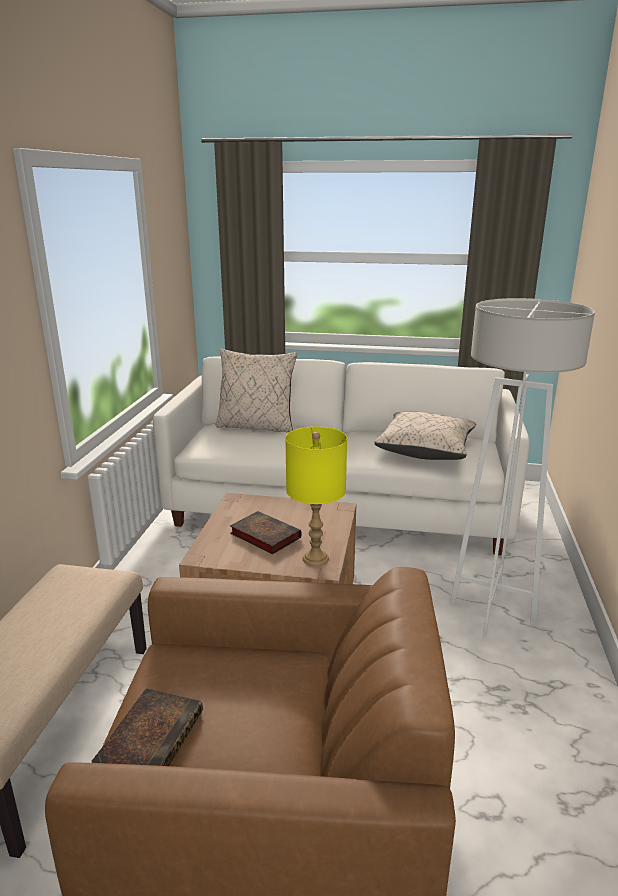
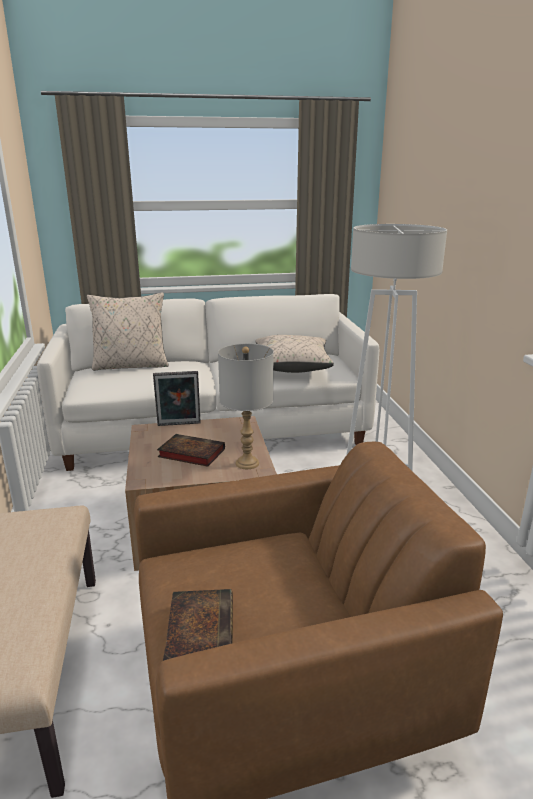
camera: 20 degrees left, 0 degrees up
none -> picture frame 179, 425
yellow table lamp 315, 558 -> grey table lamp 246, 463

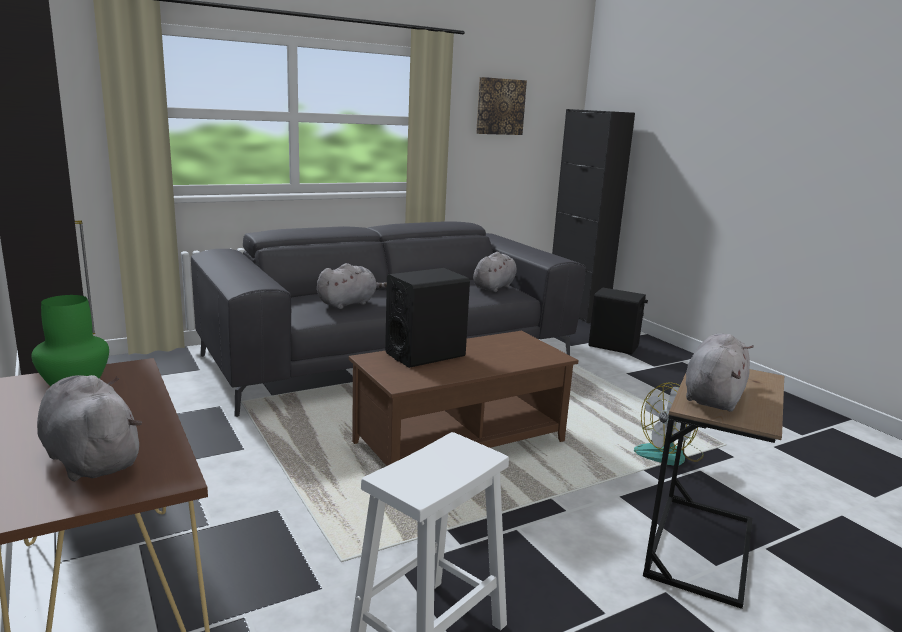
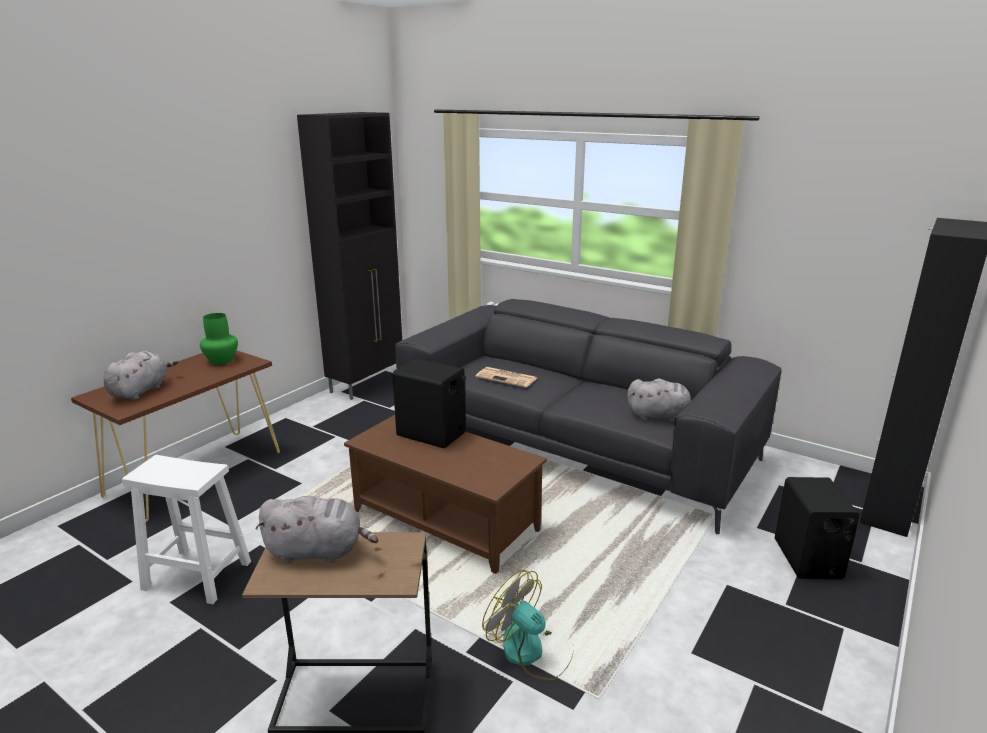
camera: 65 degrees right, 5 degrees up
picture 500, 106 -> none
grey plush toy 349, 303 -> newspaper 507, 378

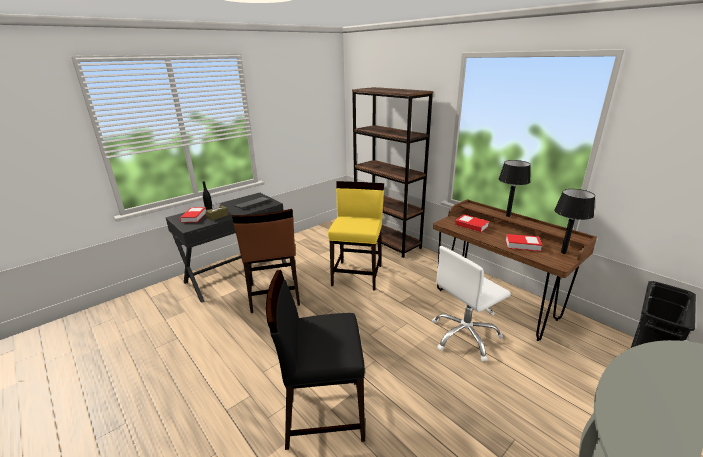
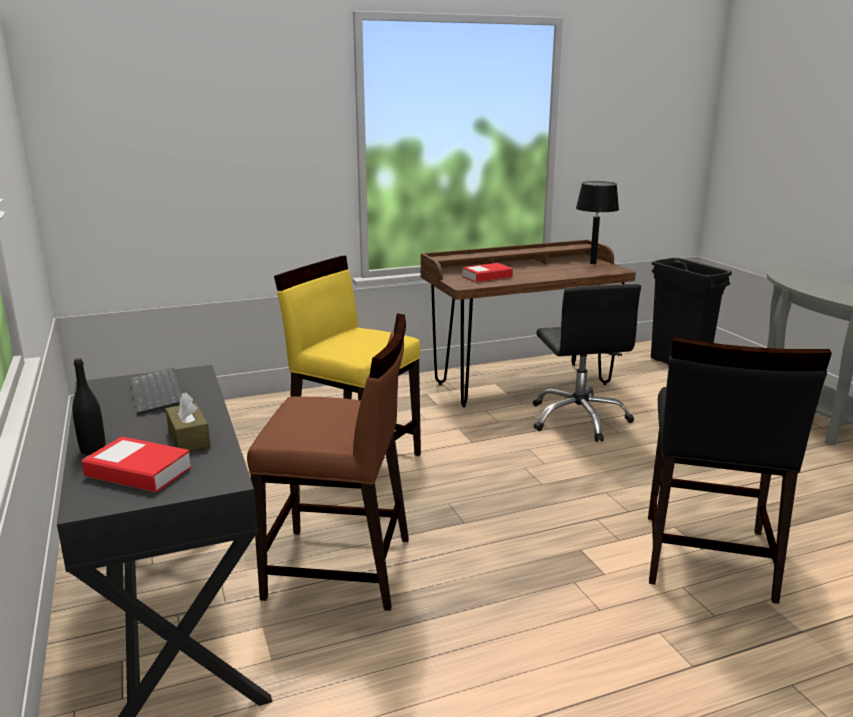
camera: 70 degrees left, 5 degrees down
brown bookcase 387, 241 -> none
black table lamp 507, 216 -> none
book 522, 245 -> none
white office chair 465, 336 -> black office chair 579, 419

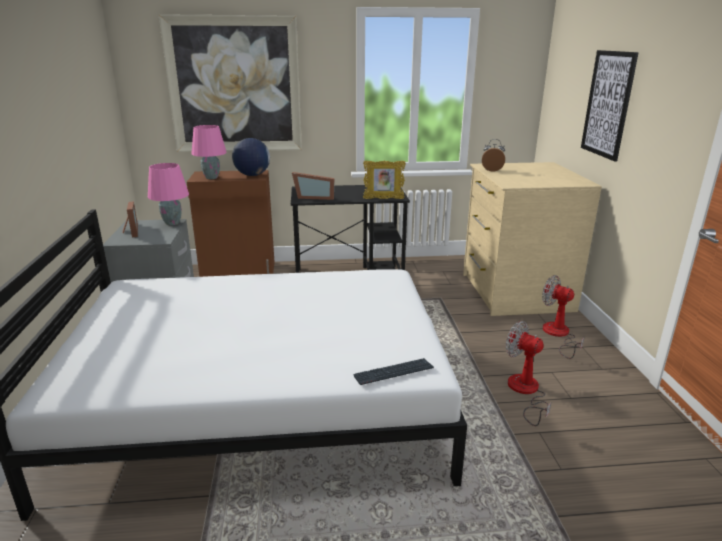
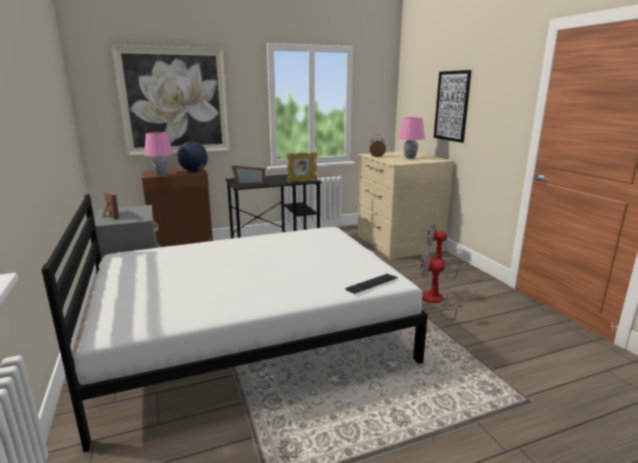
camera: 15 degrees left, 5 degrees down
pink table lamp 173, 223 -> pink table lamp 410, 157, shifted

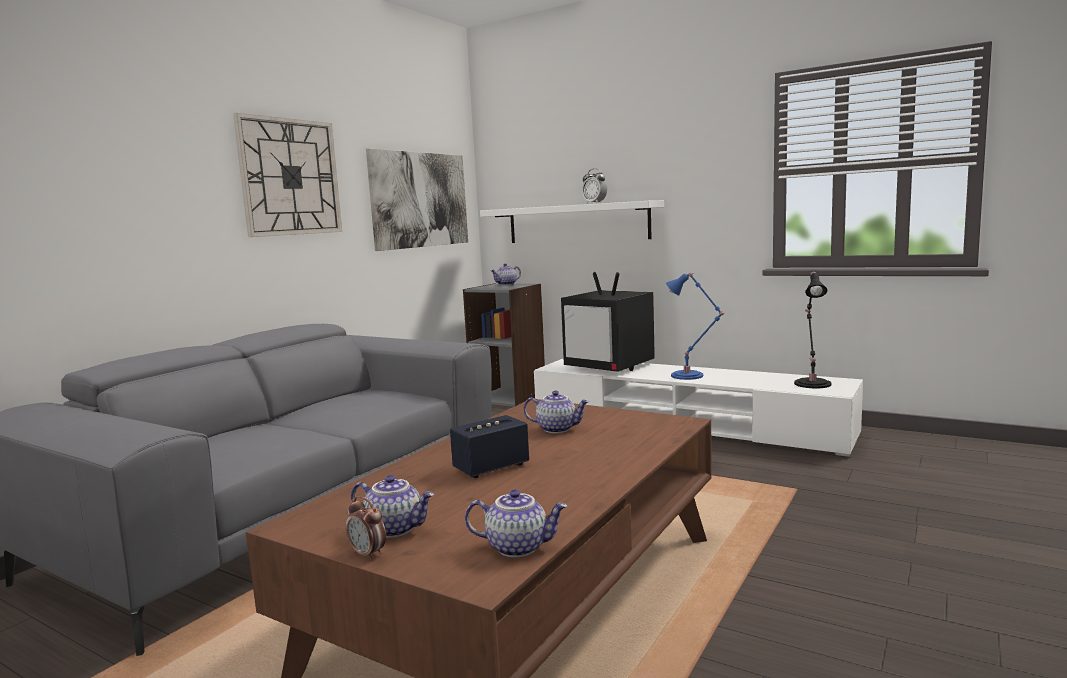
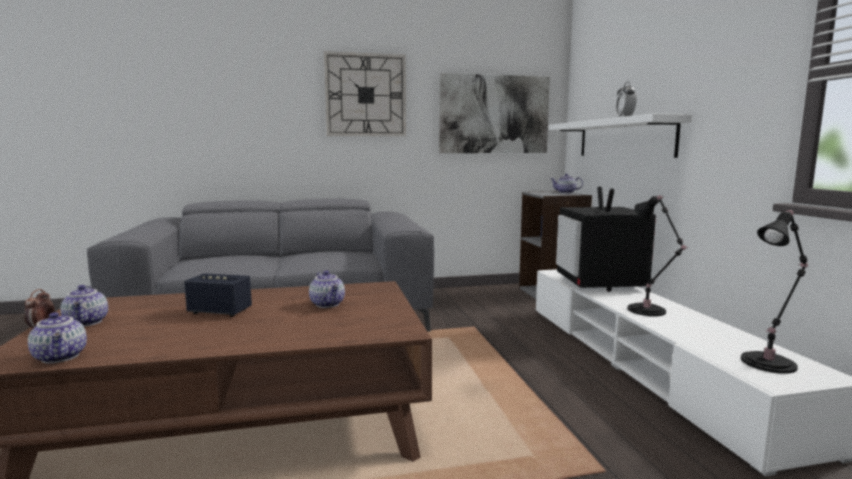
camera: 45 degrees right, 0 degrees up
blue table lamp 689, 376 -> black table lamp 648, 311

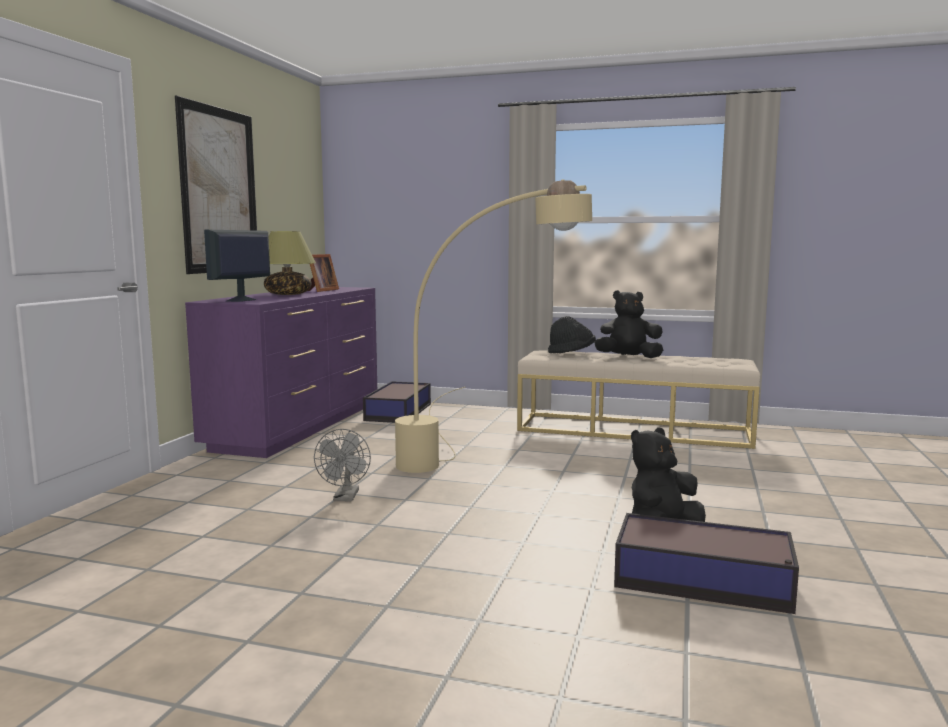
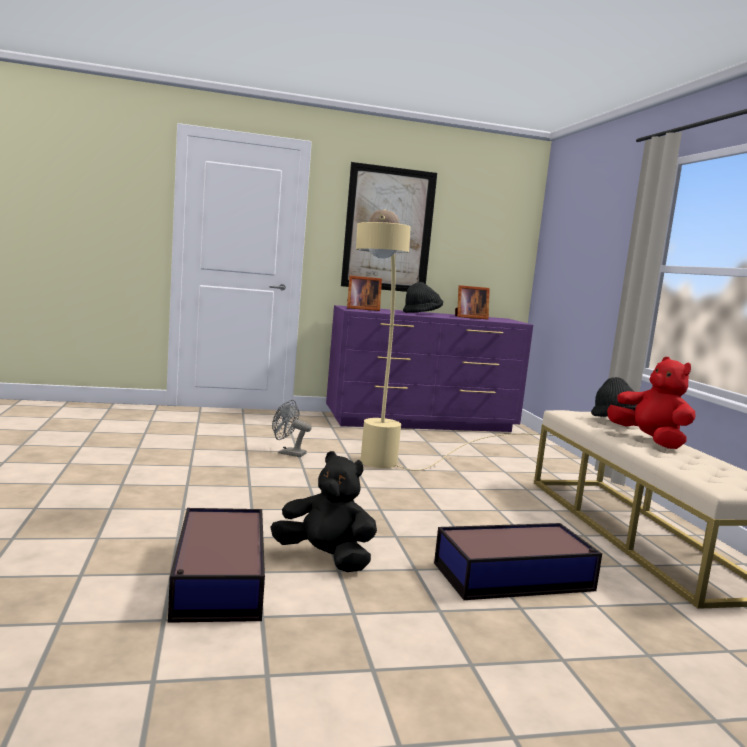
camera: 60 degrees right, 0 degrees up
storage box 399, 412 -> storage box 515, 577, shifted
monitor 240, 300 -> picture frame 361, 309
table lamp 287, 294 -> black hat 422, 313
black plush toy 628, 358 -> red plush toy 650, 441
grey fan 345, 498 -> grey fan 288, 453, 45 degrees clockwise

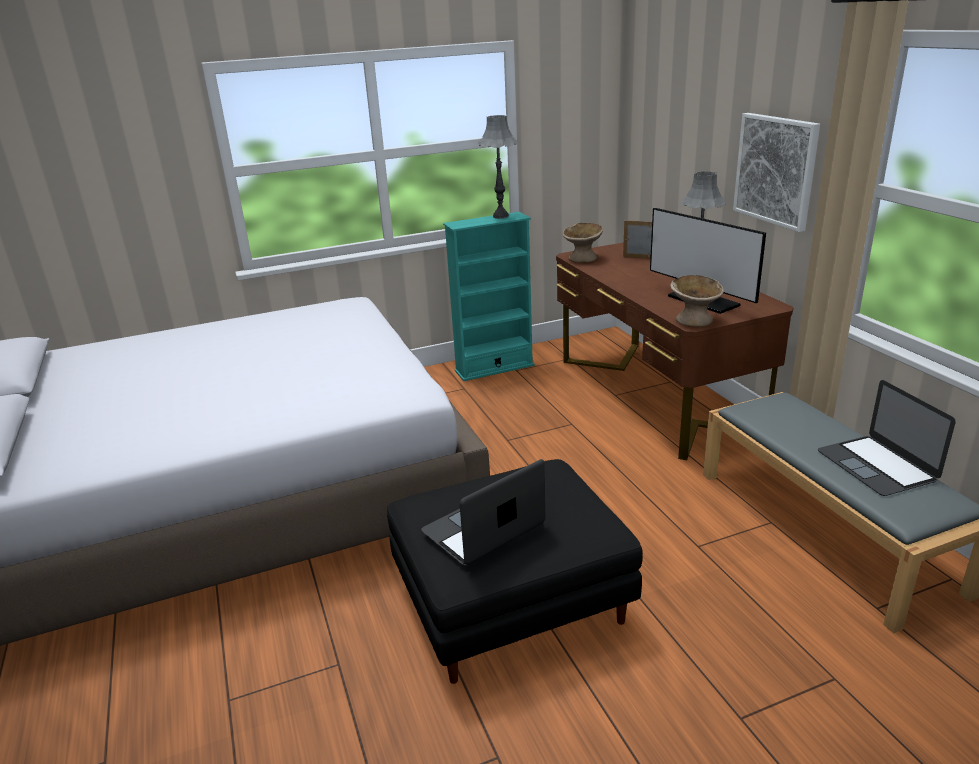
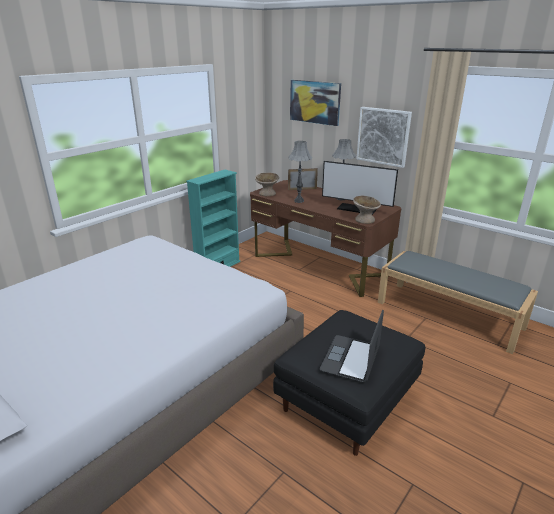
camera: 30 degrees left, 0 degrees up
laptop 876, 465 -> none
none -> picture 315, 102
grey table lamp 500, 216 -> grey table lamp 299, 201, shifted

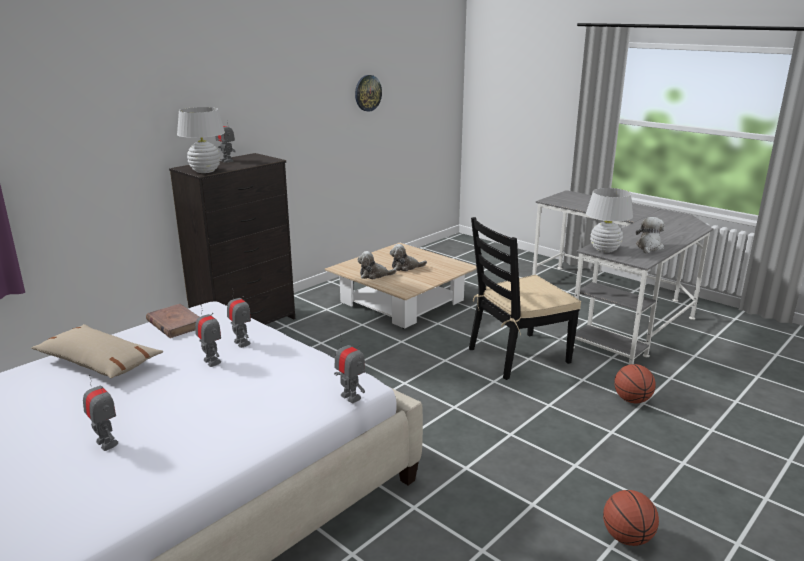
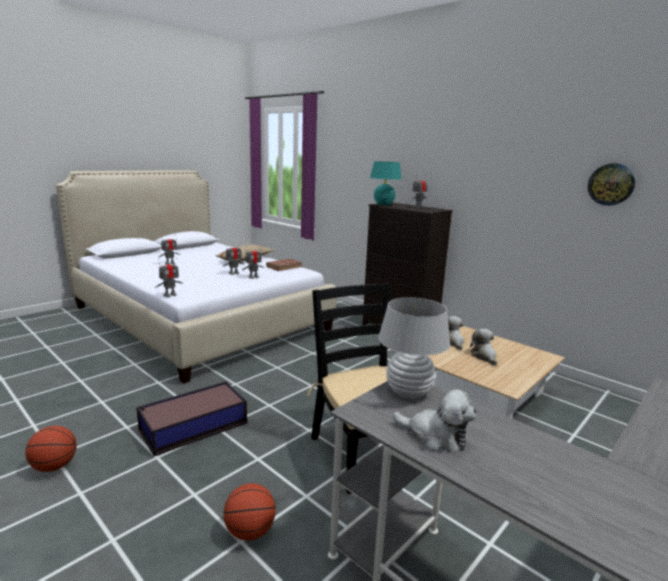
camera: 90 degrees right, 5 degrees down
none -> storage box 192, 426
white table lamp 205, 171 -> turquoise table lamp 383, 204

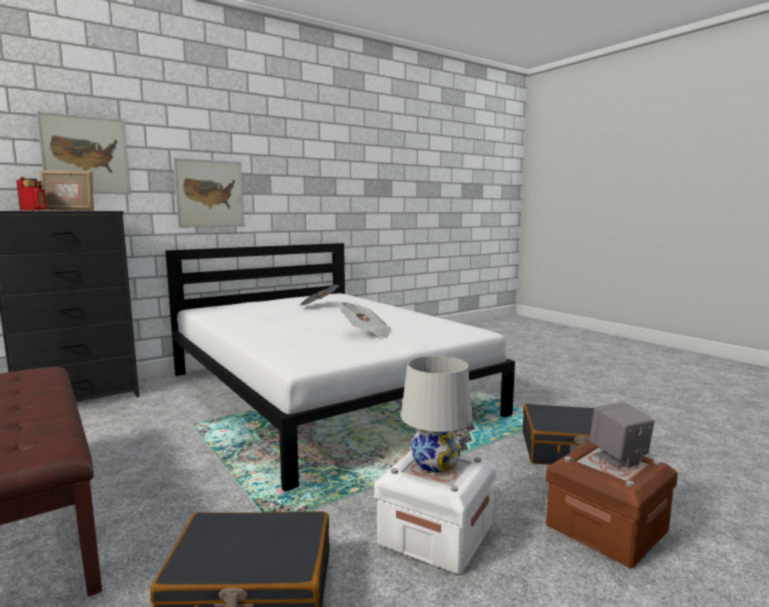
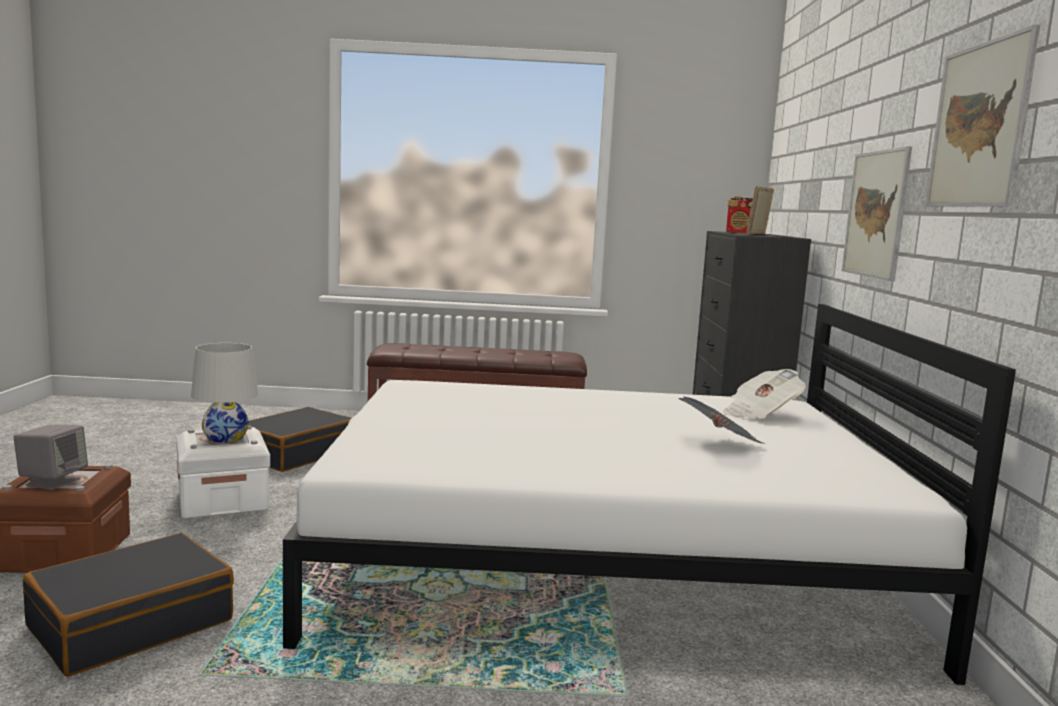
camera: 125 degrees right, 0 degrees up
picture 85, 155 -> picture 978, 125, shifted
newspaper 366, 334 -> newspaper 760, 414, shifted

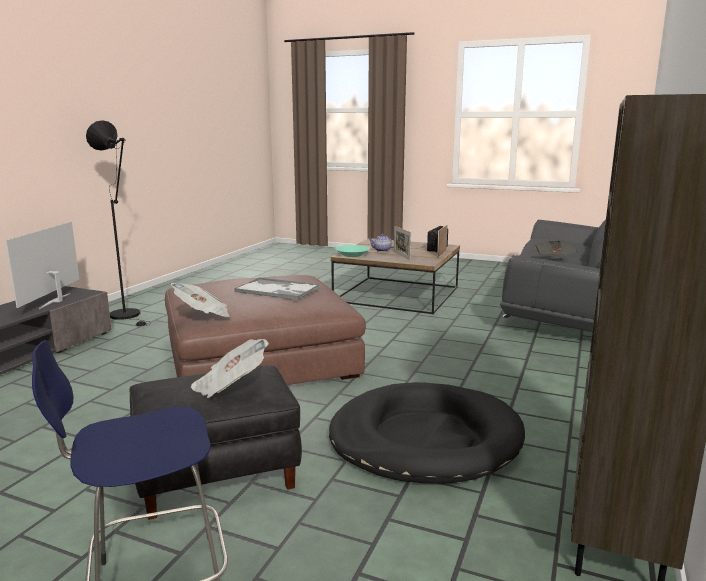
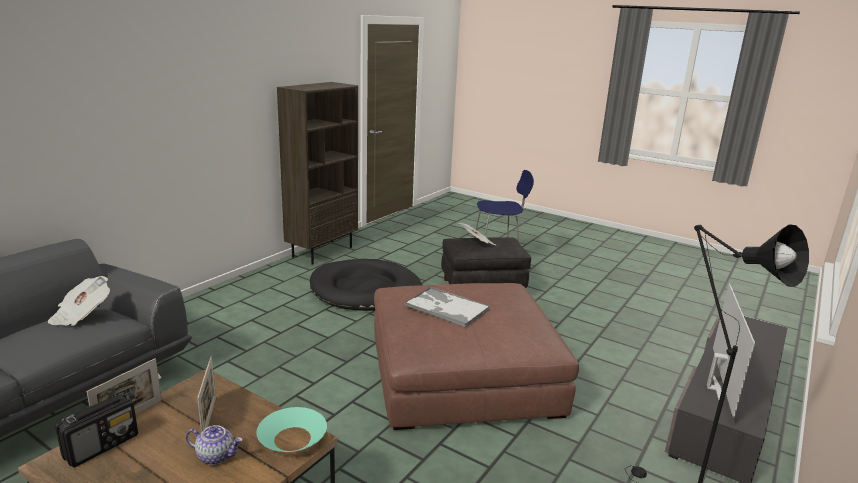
camera: 170 degrees left, 5 degrees up
newspaper 203, 314 -> none

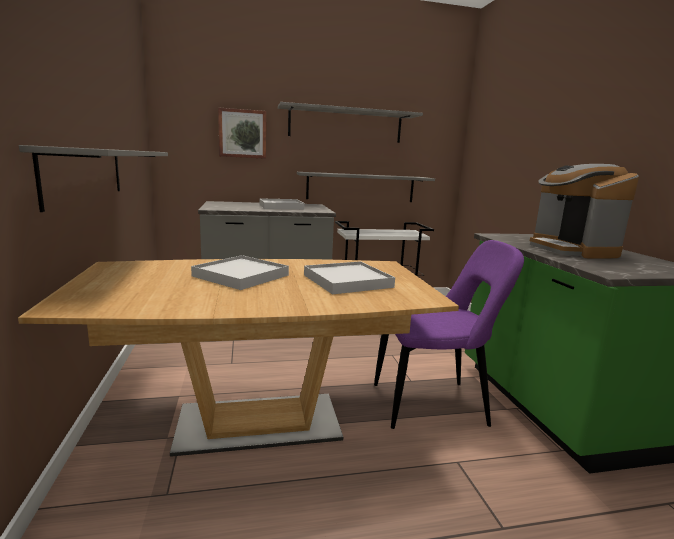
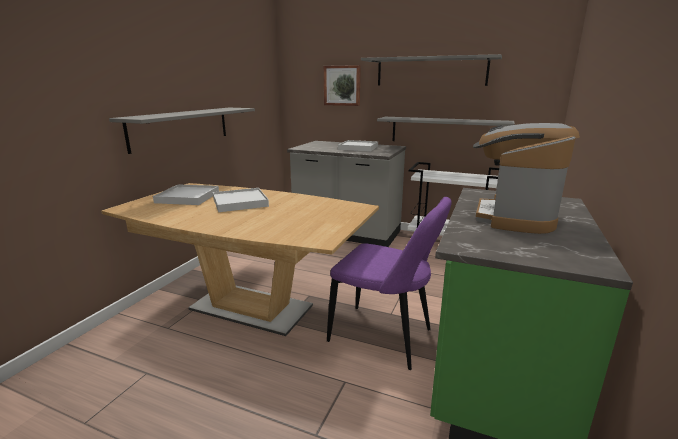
camera: 35 degrees right, 5 degrees up
white tray 347, 281 -> white tray 188, 197, shifted

